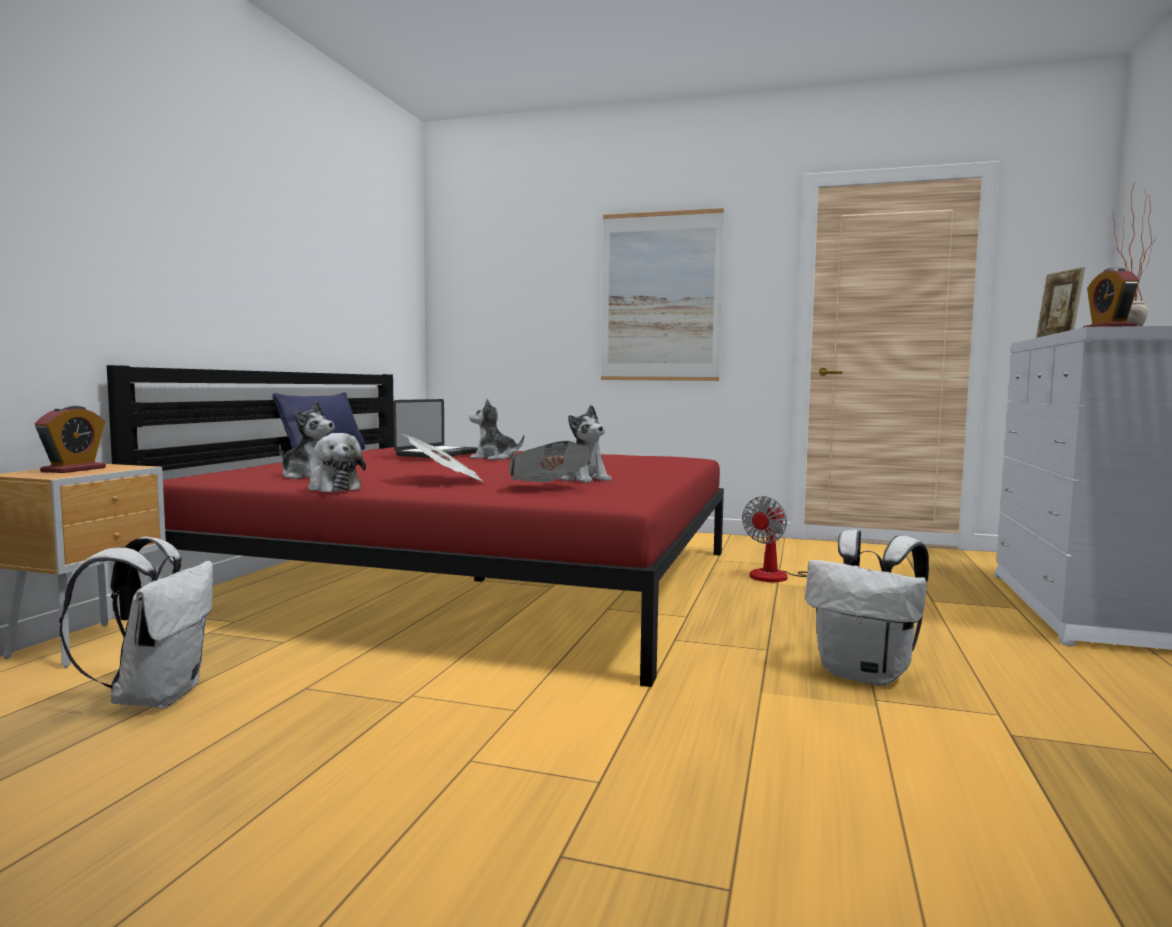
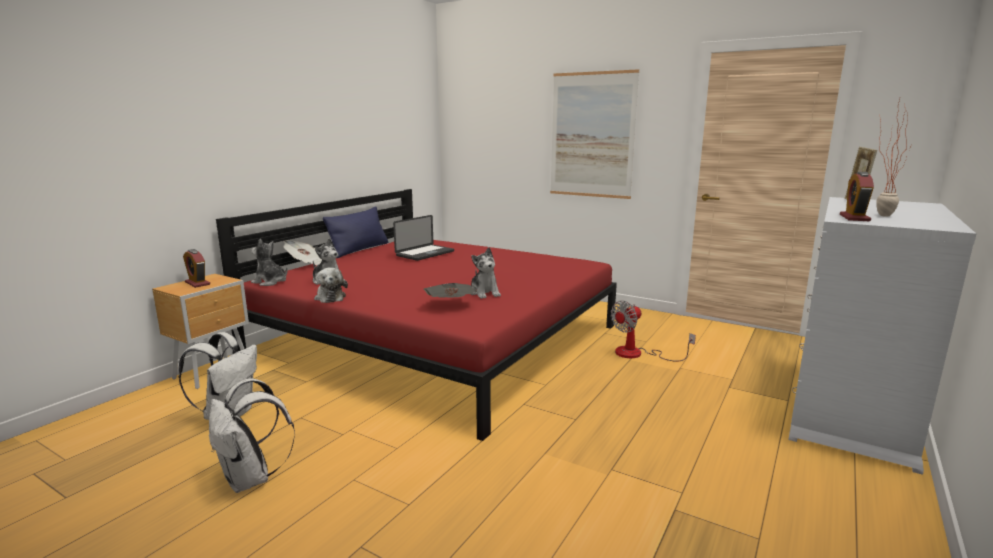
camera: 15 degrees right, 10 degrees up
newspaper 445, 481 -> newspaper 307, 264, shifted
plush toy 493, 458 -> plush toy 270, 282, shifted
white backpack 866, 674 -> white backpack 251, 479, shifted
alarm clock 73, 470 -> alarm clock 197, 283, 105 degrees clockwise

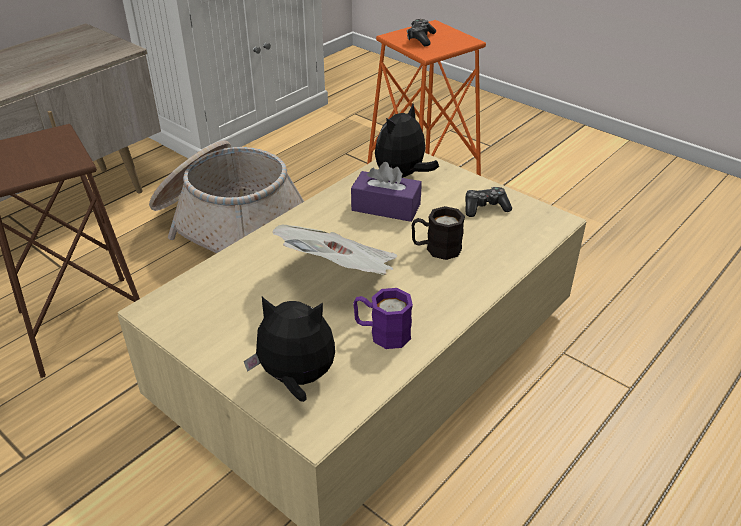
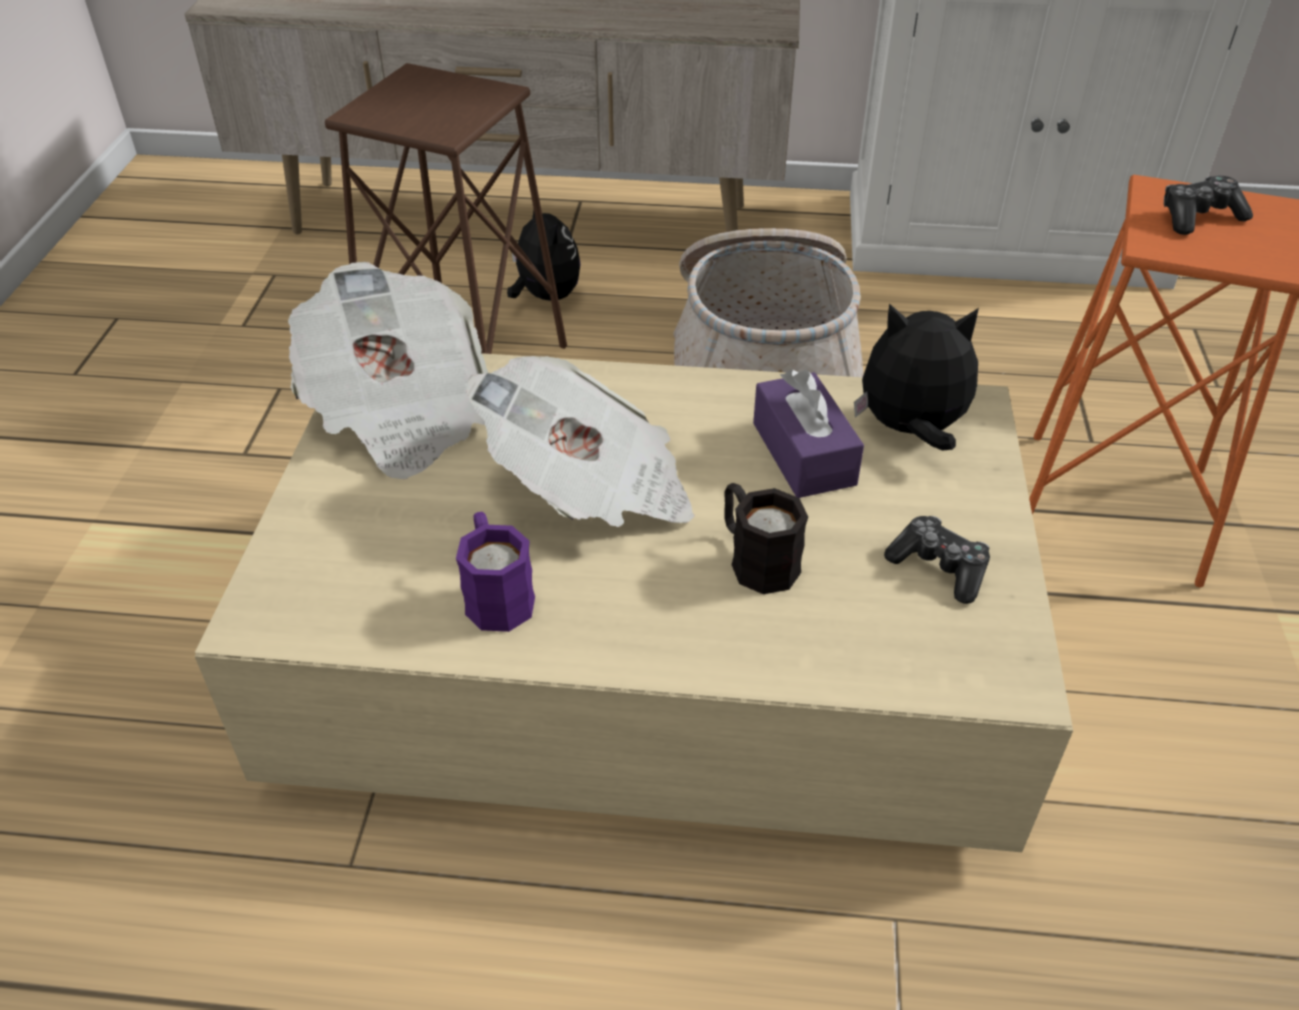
camera: 55 degrees right, 5 degrees up
none -> newspaper 400, 412
plush toy 296, 379 -> plush toy 545, 296, shifted

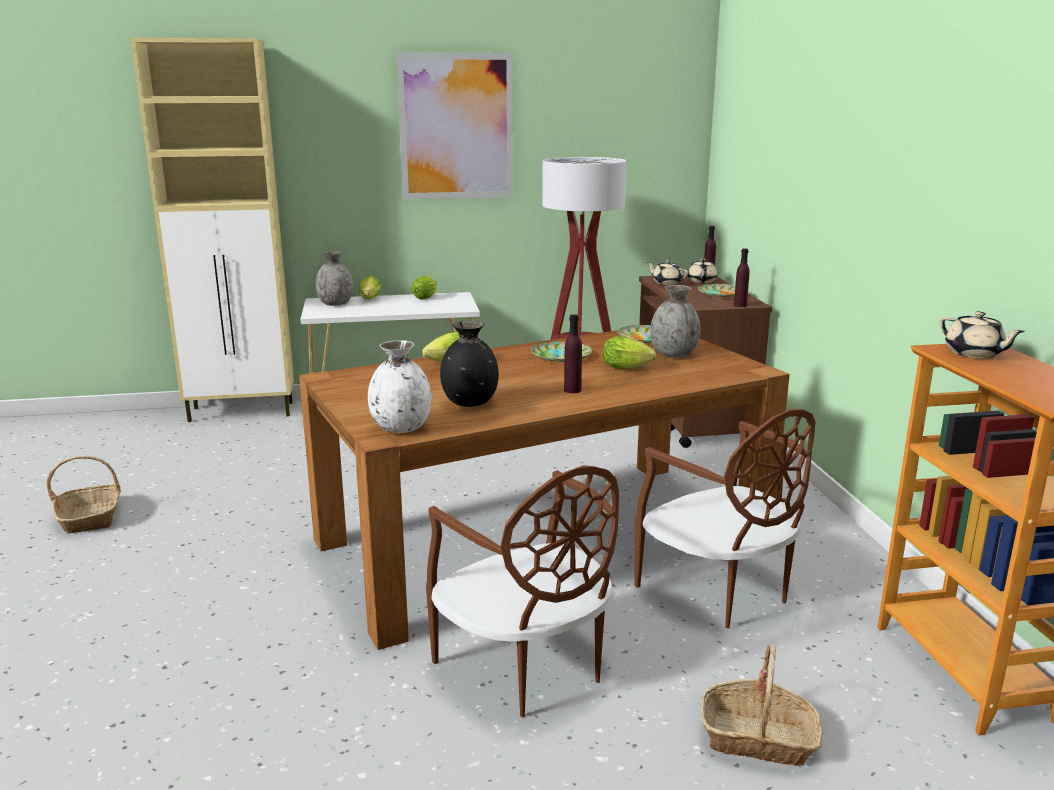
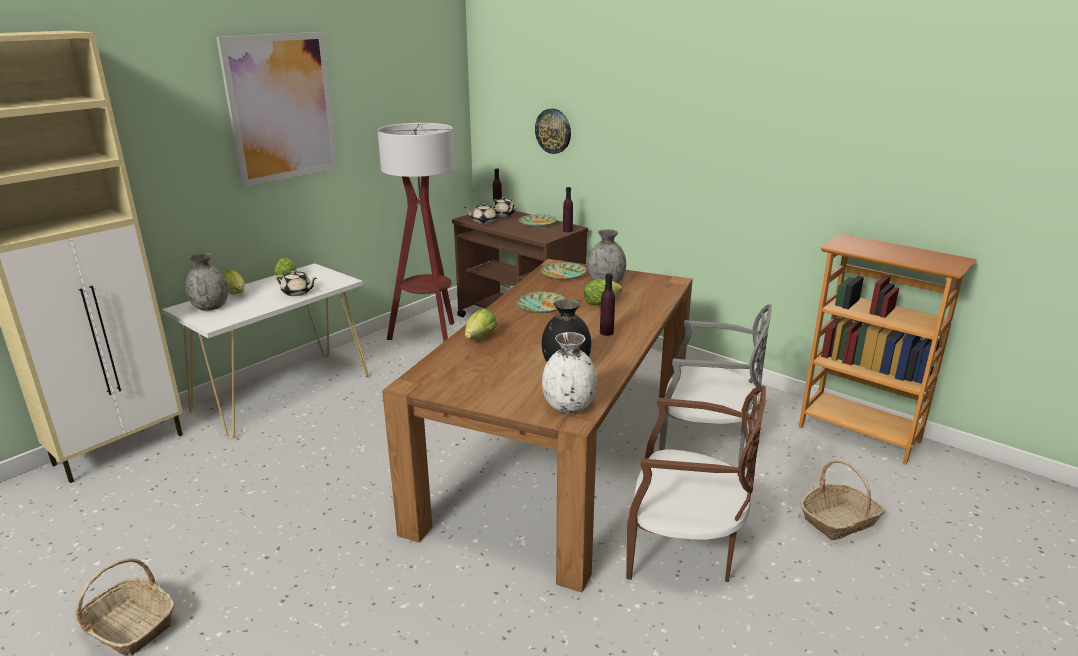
camera: 40 degrees left, 5 degrees up
none -> wall clock 553, 131
beige teapot 974, 353 -> beige teapot 297, 292, shifted
brown chair 719, 591 -> grey chair 705, 442

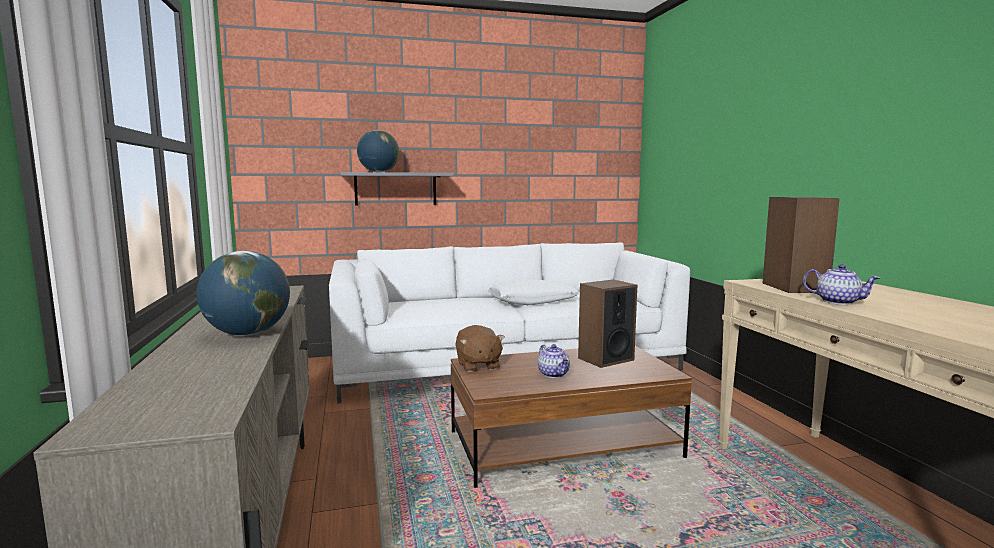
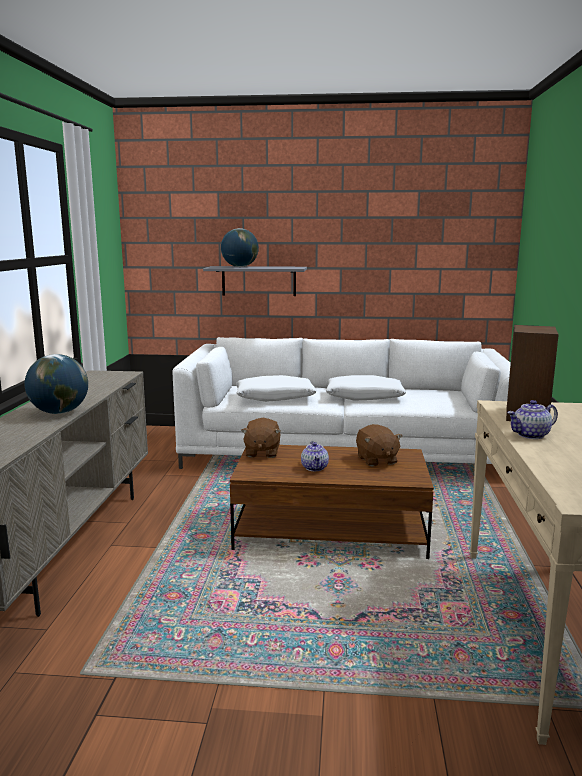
camera: 20 degrees right, 5 degrees up
none -> white pillow 275, 397
speaker 605, 359 -> brown plush toy 376, 460
teapot 838, 302 -> teapot 530, 435, 105 degrees clockwise

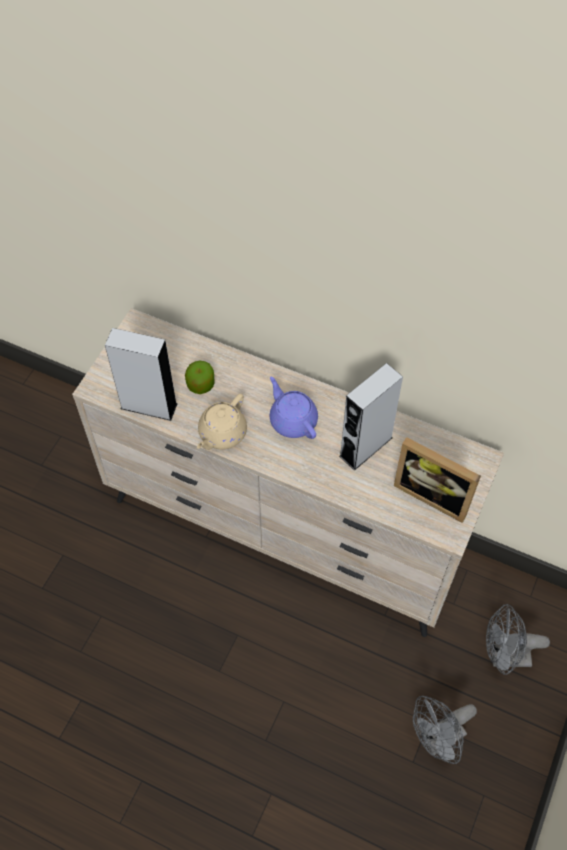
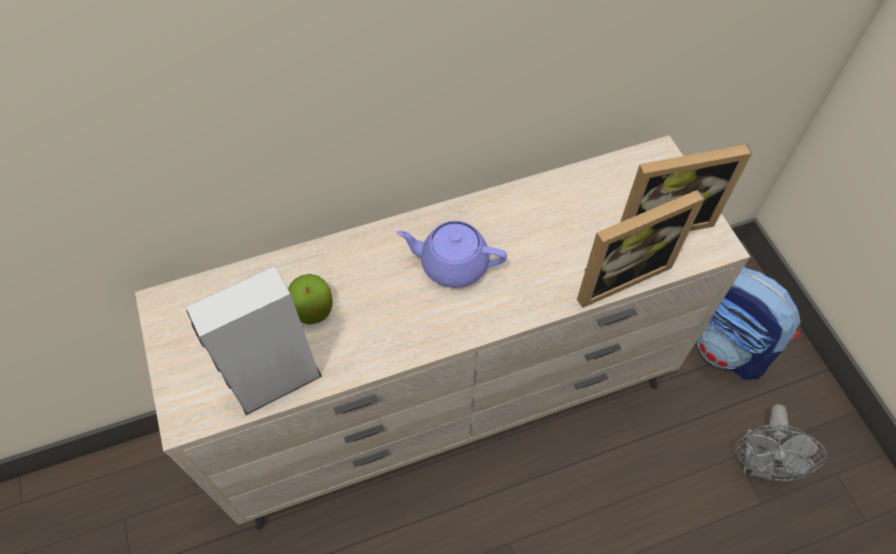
camera: 45 degrees left, 0 degrees up
beige teapot 222, 434 -> none
grey speaker 365, 447 -> none
none -> picture frame 618, 273
grey fan 503, 656 -> backpack 726, 346

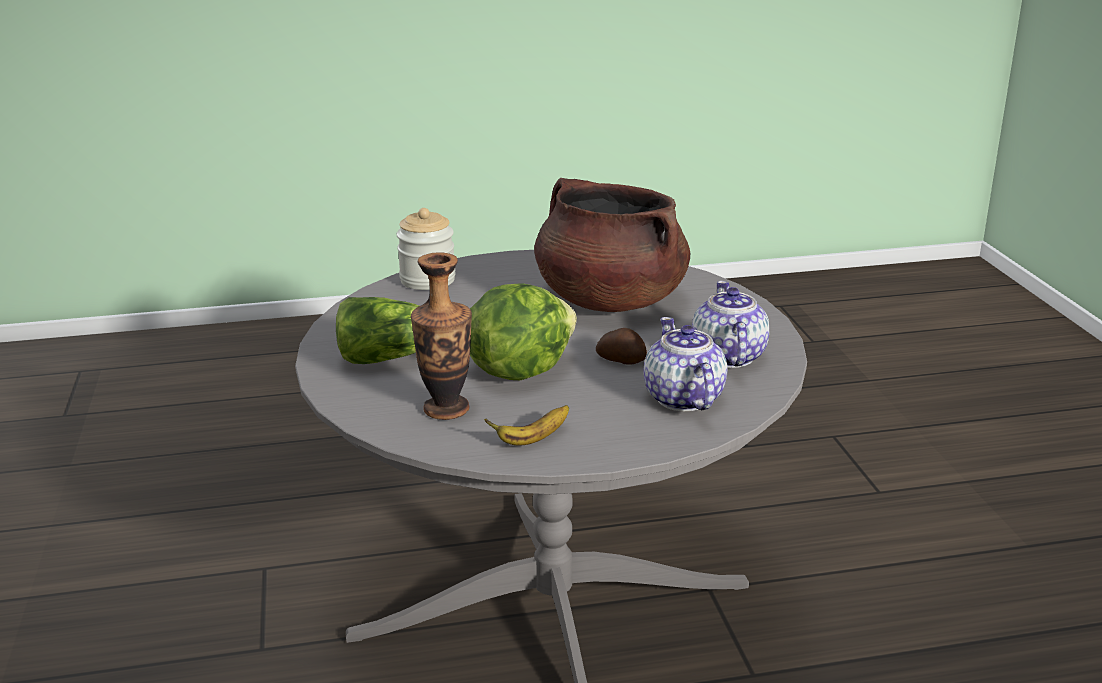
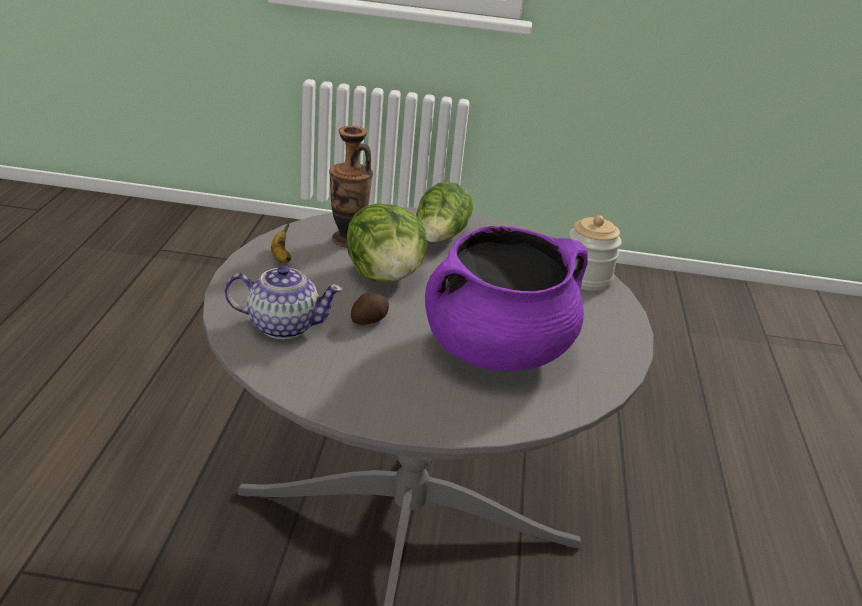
camera: 105 degrees right, 5 degrees up
teapot 727, 357 -> none
brown cooking pot 609, 300 -> purple cooking pot 497, 350

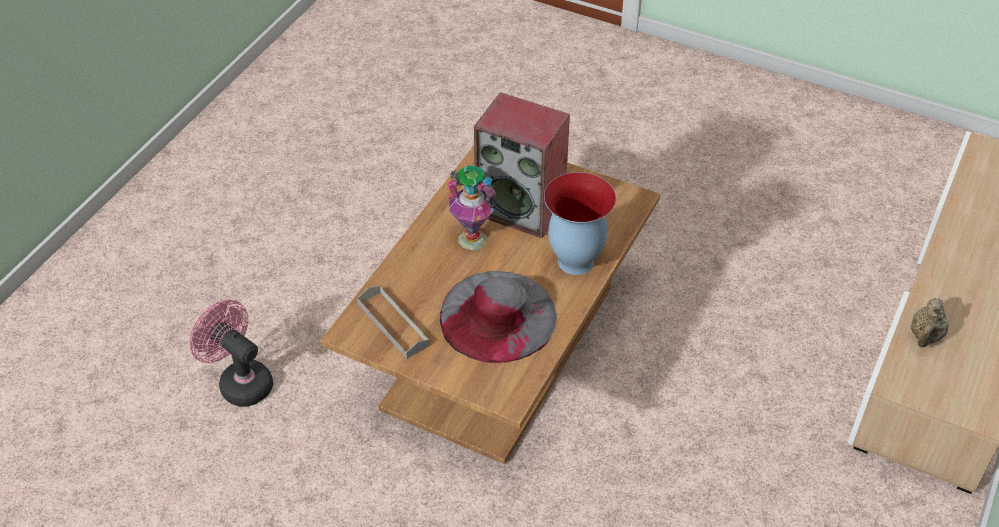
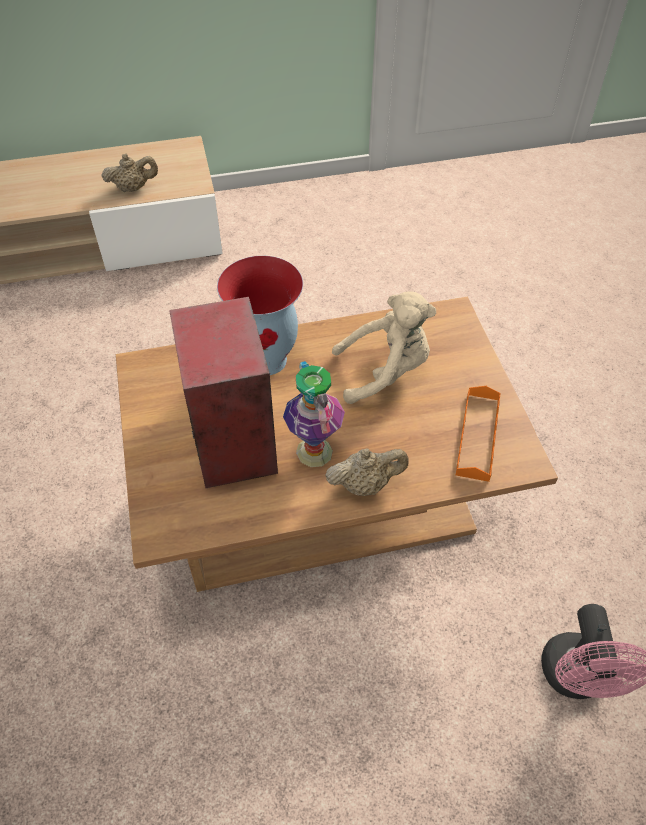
camera: 130 degrees left, 5 degrees up
none -> beige teapot 365, 484
grey hat 497, 316 -> beige plush toy 385, 371
grey tray 393, 324 -> orange tray 477, 436

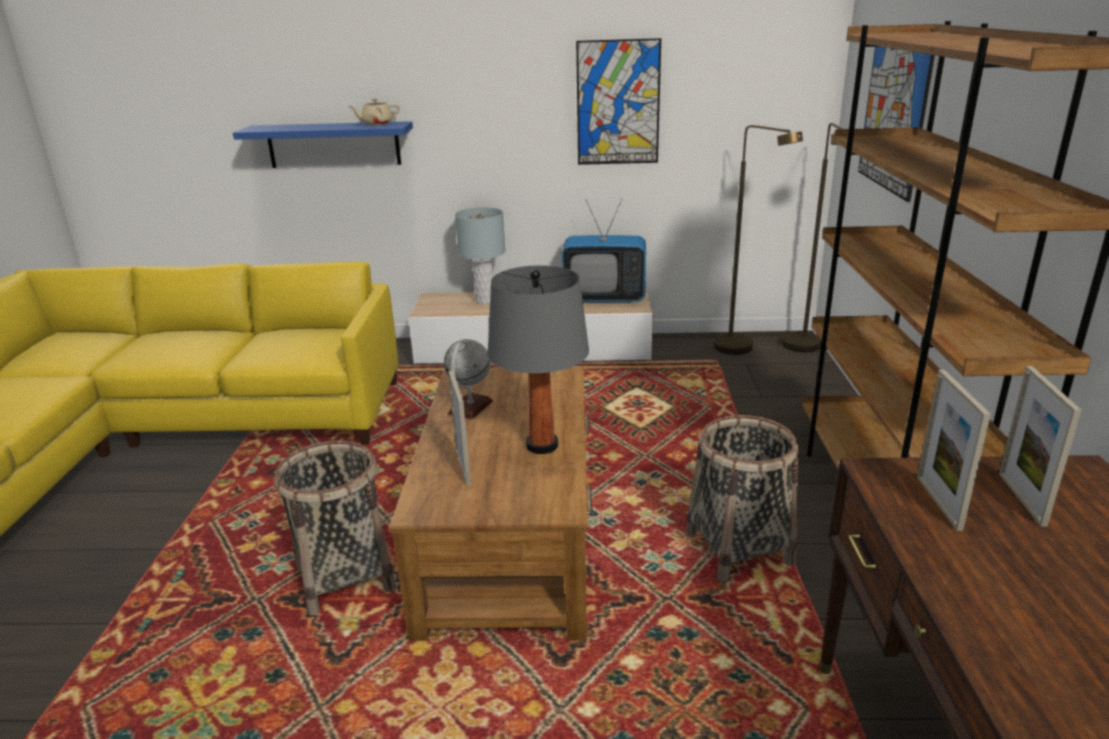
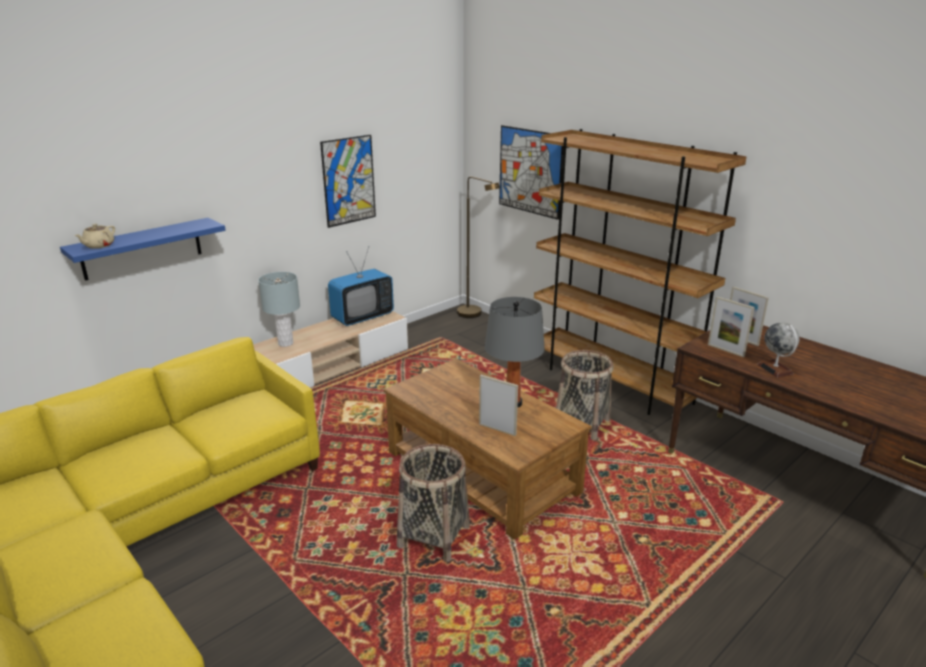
camera: 45 degrees left, 0 degrees up
brown floor lamp 742, 350 -> none
beige teapot 376, 124 -> beige teapot 99, 246, shifted
globe 470, 407 -> globe 775, 369, shifted

